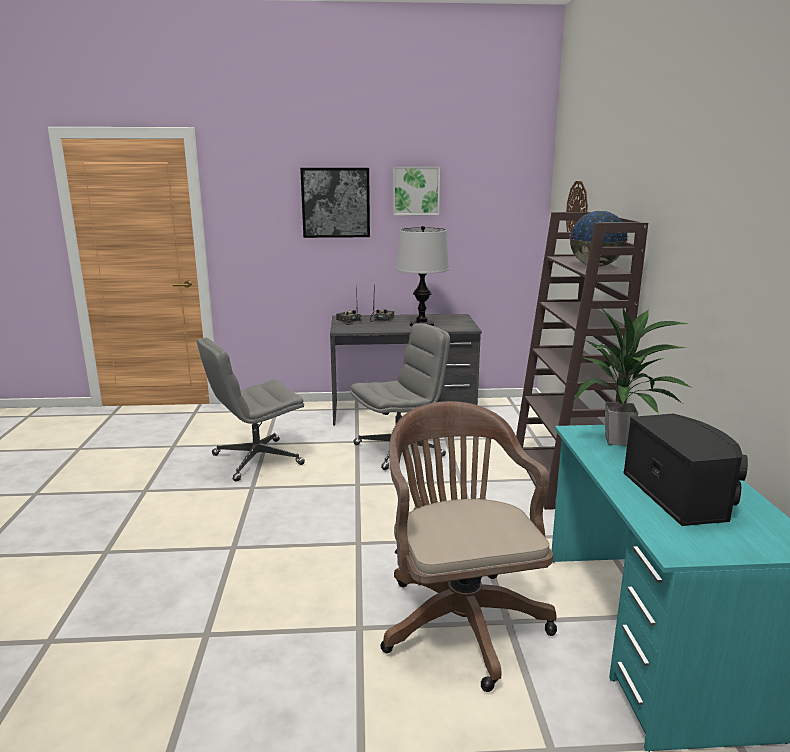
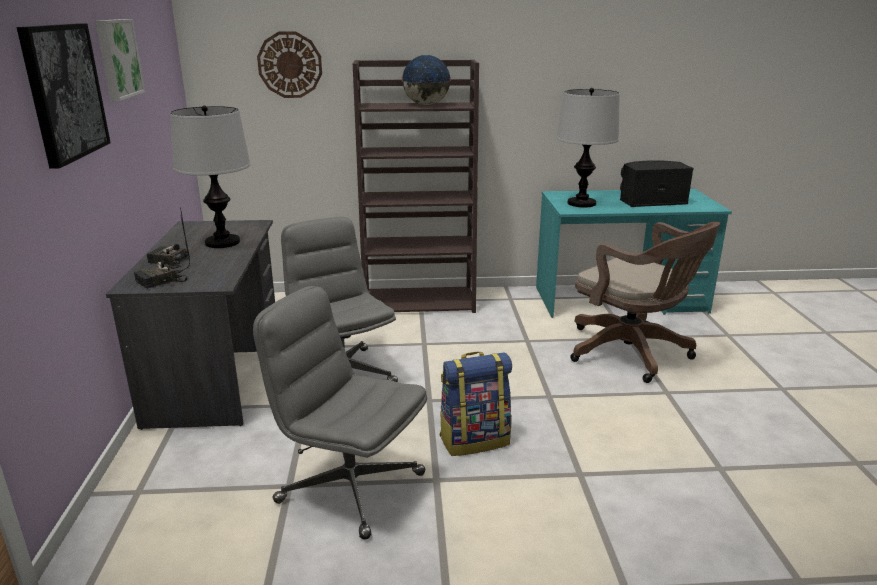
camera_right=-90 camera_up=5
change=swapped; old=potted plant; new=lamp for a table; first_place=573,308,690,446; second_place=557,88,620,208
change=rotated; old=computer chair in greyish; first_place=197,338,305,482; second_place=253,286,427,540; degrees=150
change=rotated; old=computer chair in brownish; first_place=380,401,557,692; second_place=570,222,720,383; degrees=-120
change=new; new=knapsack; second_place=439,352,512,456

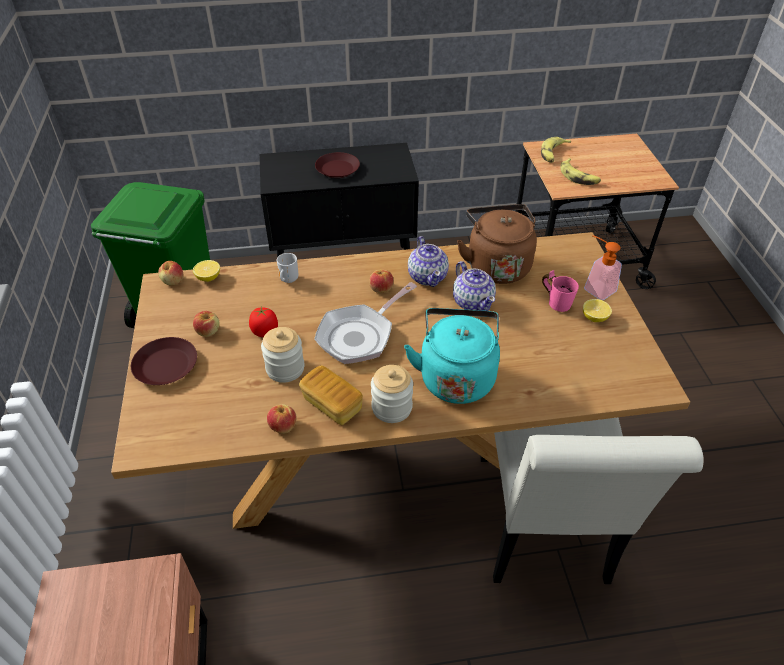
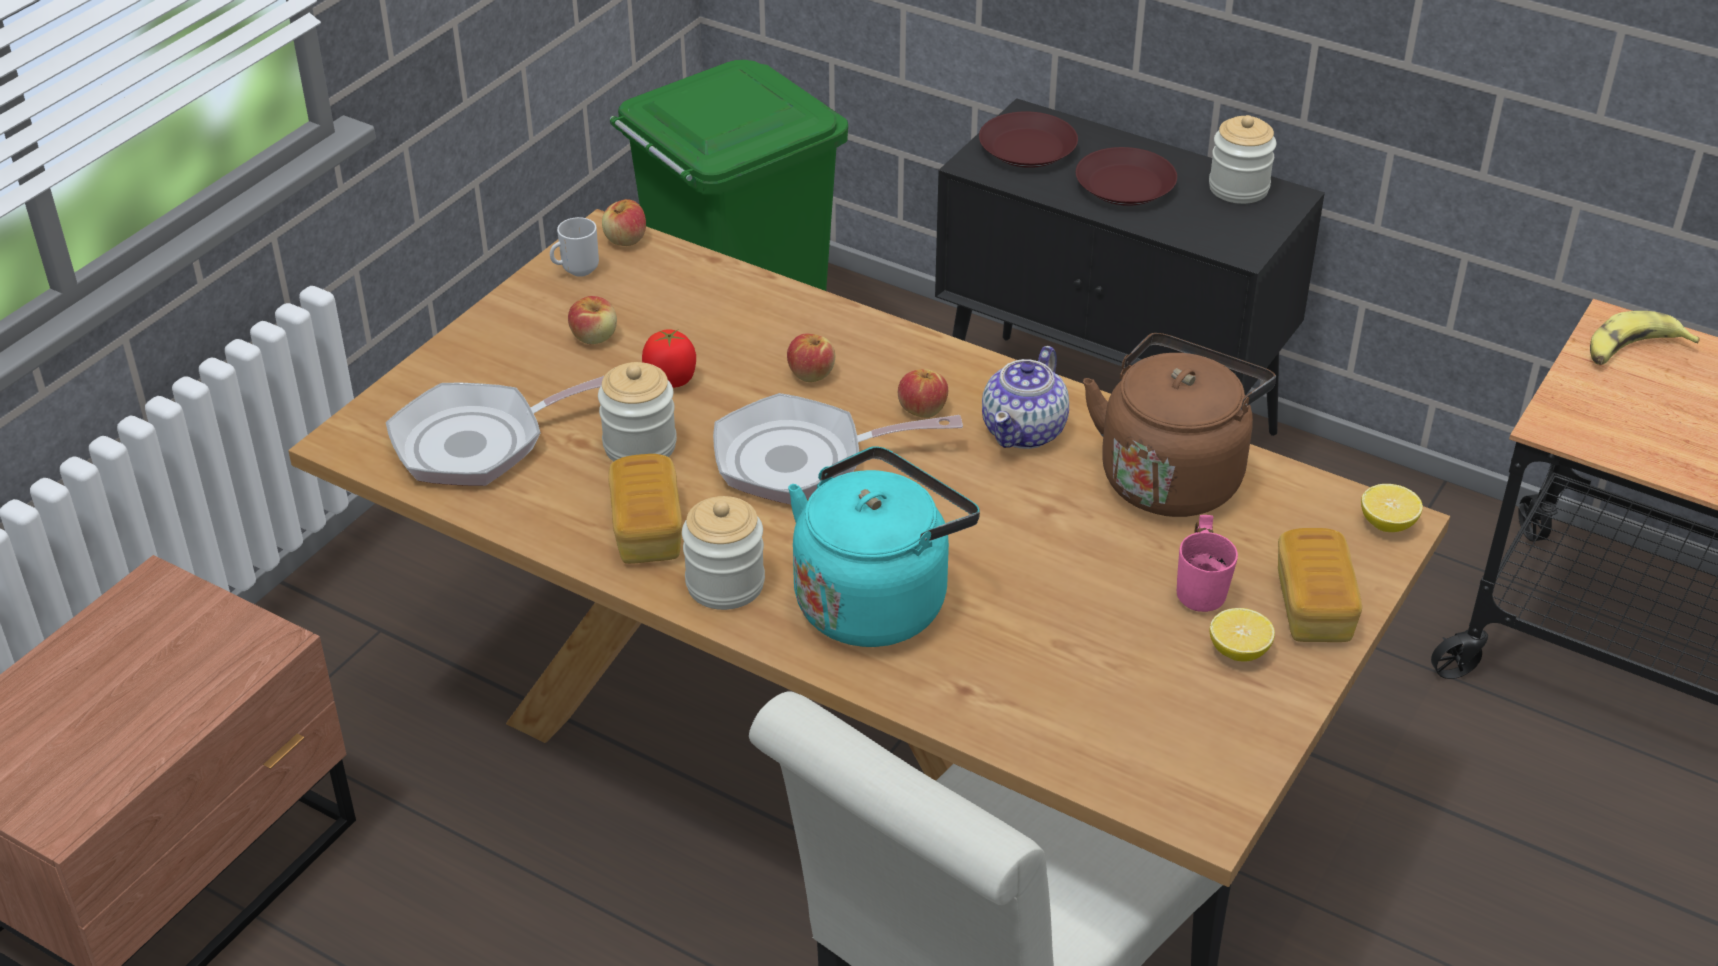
camera_right=40 camera_up=-5
change=gone; old=banana fruit; first_place=560,158,601,185
change=swapped; old=soap bottle; new=bread; first_place=584,235,622,300; second_place=1278,528,1362,642
change=shifted; old=tea mug; first_place=277,253,299,283; second_place=550,217,599,277
change=shifted; old=lemon; first_place=193,260,220,282; second_place=1361,484,1423,532
change=gone; old=teapot; first_place=453,261,496,311
change=shifted; old=plate in brownish; first_place=131,337,197,385; second_place=979,111,1078,168
change=shifted; old=whole apple; first_place=267,404,297,434; second_place=787,333,835,382
change=new; new=storage jar; second_place=1209,115,1276,204
change=new; new=pan; second_place=386,376,604,486

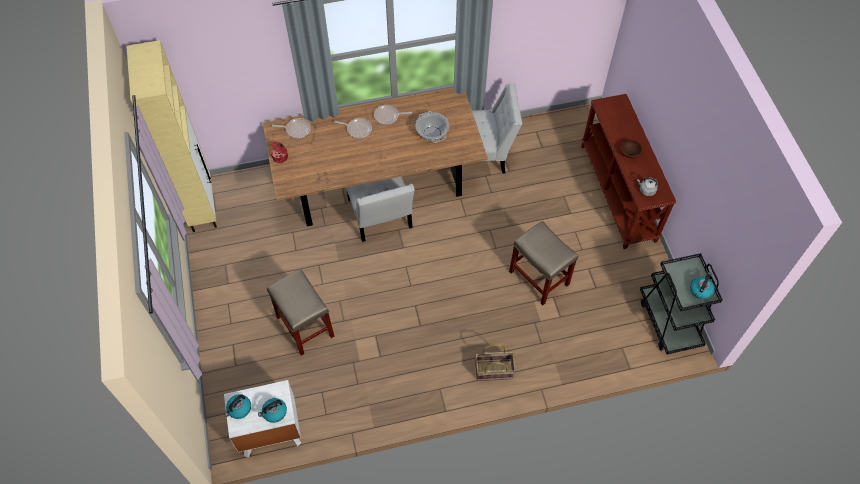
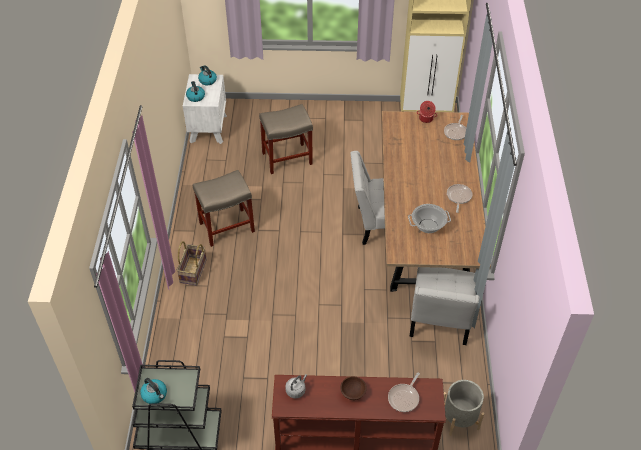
camera_right=105 camera_up=-10
change=shifted; old=pan; first_place=335,118,372,138; second_place=388,372,420,412
change=shifted; old=sitting stool in sand-coloured; first_place=509,221,578,305; second_place=193,170,255,247
change=new; new=flower pot in greyish; second_place=444,380,484,436

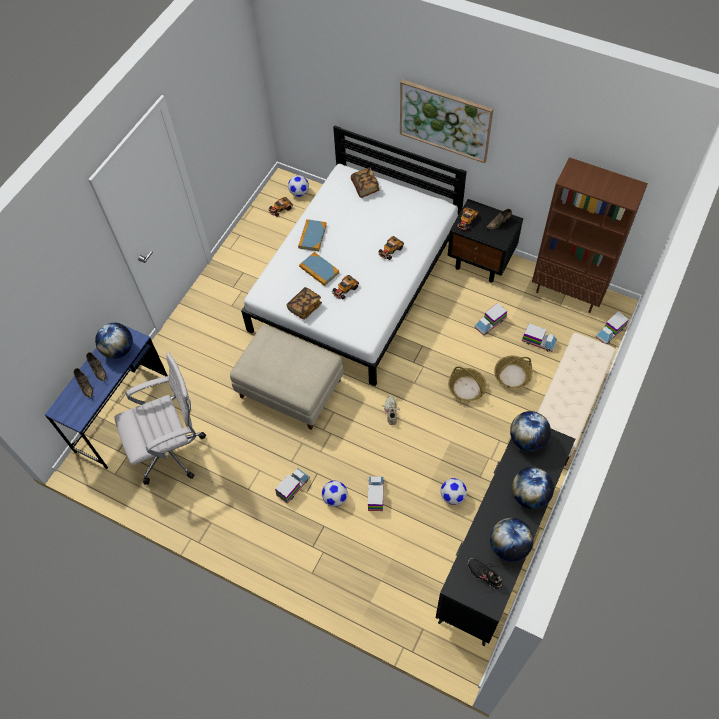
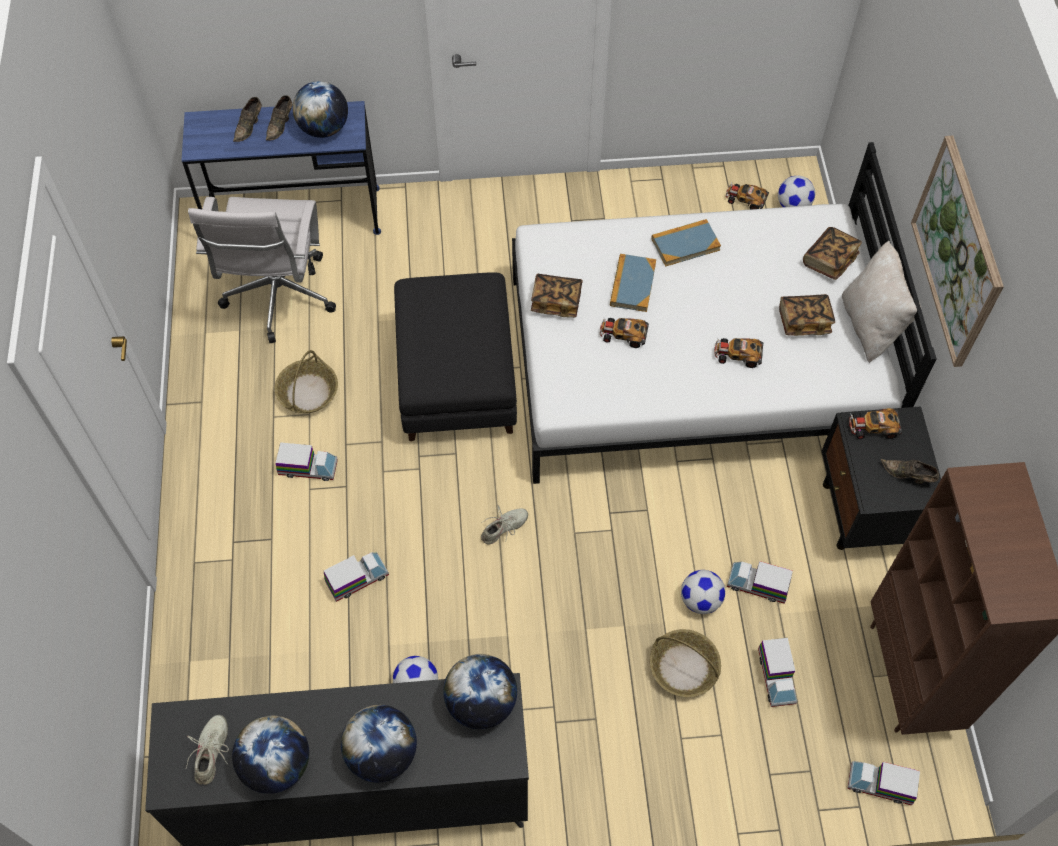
camera_right=55 camera_up=0
change=repainted; old=ottoman in sand-coloured; new=ottoman in black; first_place=230,325,344,430; second_place=394,272,517,441
change=gone; old=indoor bench in sand-coloured; first_place=538,333,616,466
change=rotated; old=computer chair in white-coloured; first_place=114,352,206,485; second_place=188,197,336,343; degrees=60
change=shifted; old=household basket; first_place=448,367,487,402; second_place=275,350,338,413
change=shifted; old=football; first_place=322,481,348,507; second_place=681,570,725,614
change=repainted; old=shoe in black; new=shoe in sand-coloured; first_place=468,558,503,589; second_place=186,715,229,785
change=new; new=cushion in sand-coloured; second_place=842,241,921,363
change=new; new=bound book; second_place=779,294,835,336

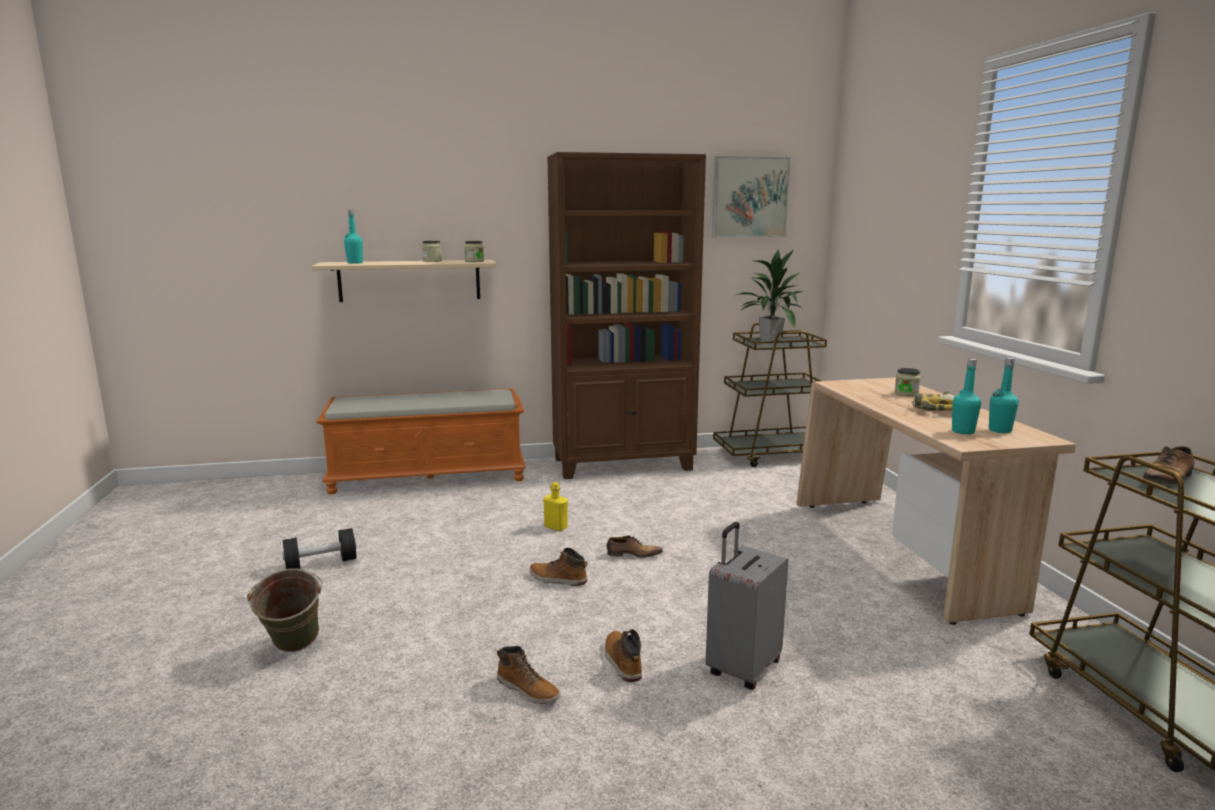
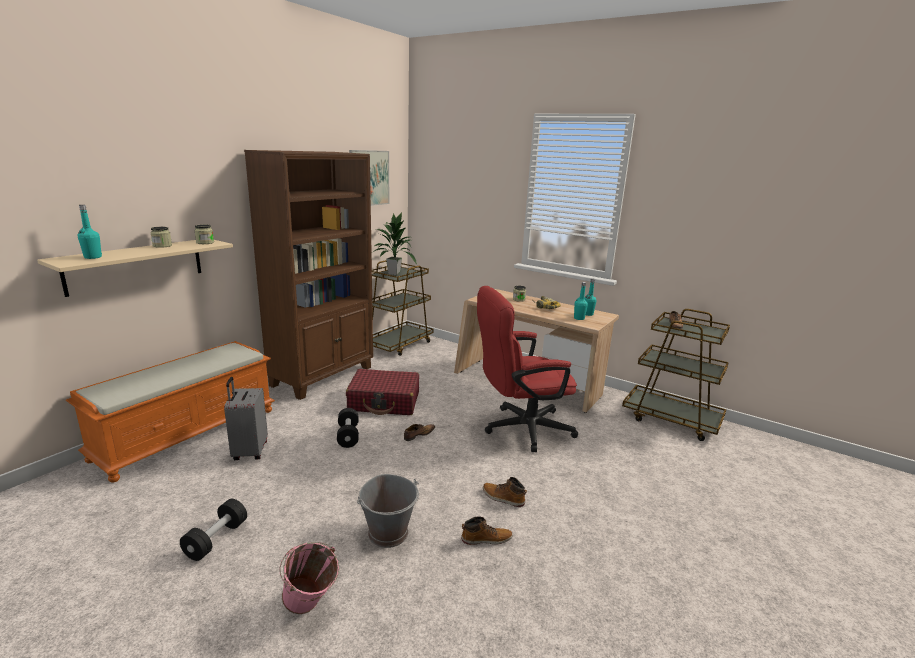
camera_right=-45 camera_up=5
change=swapped; old=bottle in yellowish; new=free weight in black; first_place=543,482,568,531; second_place=337,408,359,448
change=shifted; old=piece of luggage in greyish; first_place=705,522,788,690; second_place=224,377,268,460
change=gone; old=high-top boot; first_place=530,548,588,586
change=repainted; old=pail in greenish; new=pail in pink-coloured; first_place=247,568,322,652; second_place=280,542,339,614
change=new; new=computer chair in red; second_place=477,286,578,452
change=new; new=piece of luggage in red; second_place=346,369,419,415
change=new; new=pail in greyish; second_place=357,474,419,548

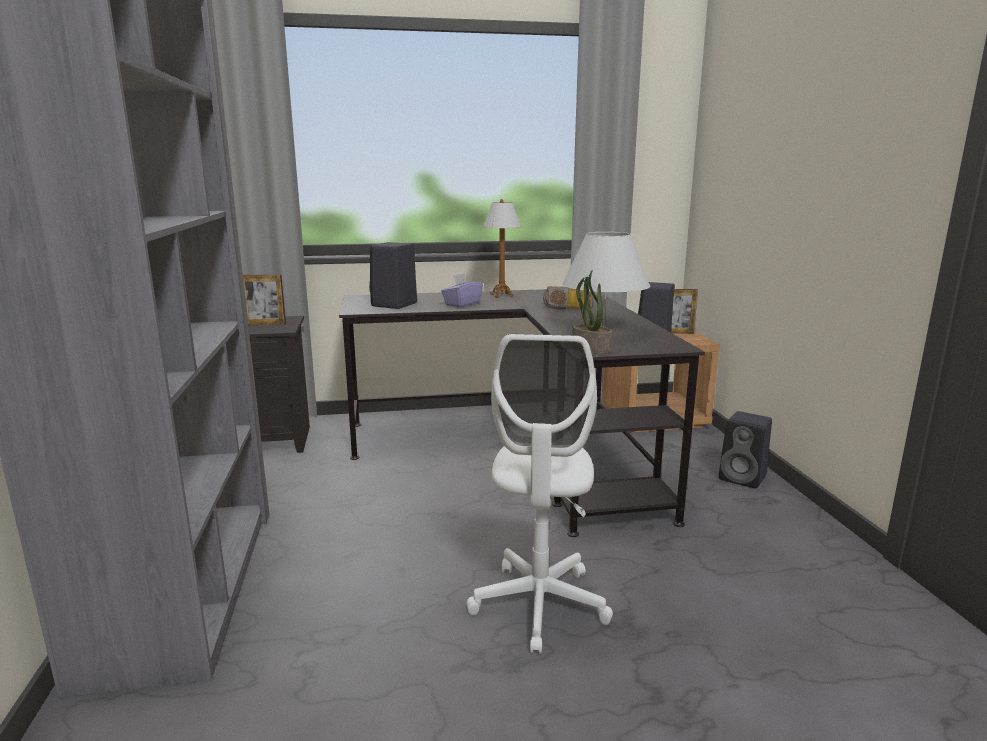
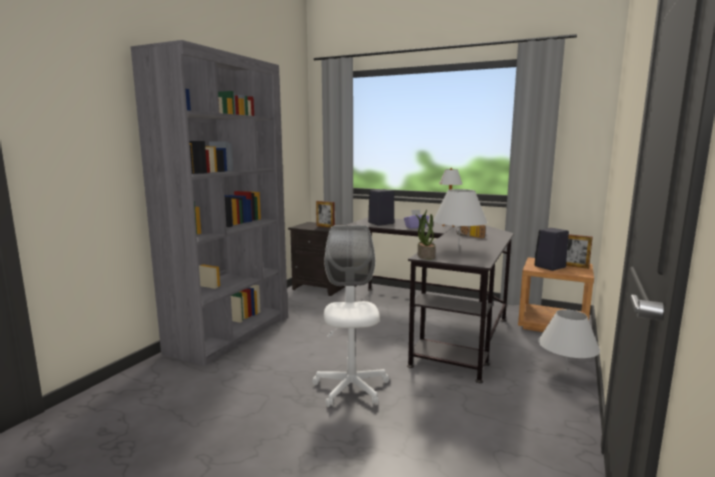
camera_right=35 camera_up=-5
change=rotated; old=computer chair in white-coloured; first_place=466,334,613,654; second_place=312,225,389,407; degrees=135
change=swapped; old=speaker in black; new=lamp for a table in white-coloured; first_place=719,411,772,489; second_place=538,309,600,373

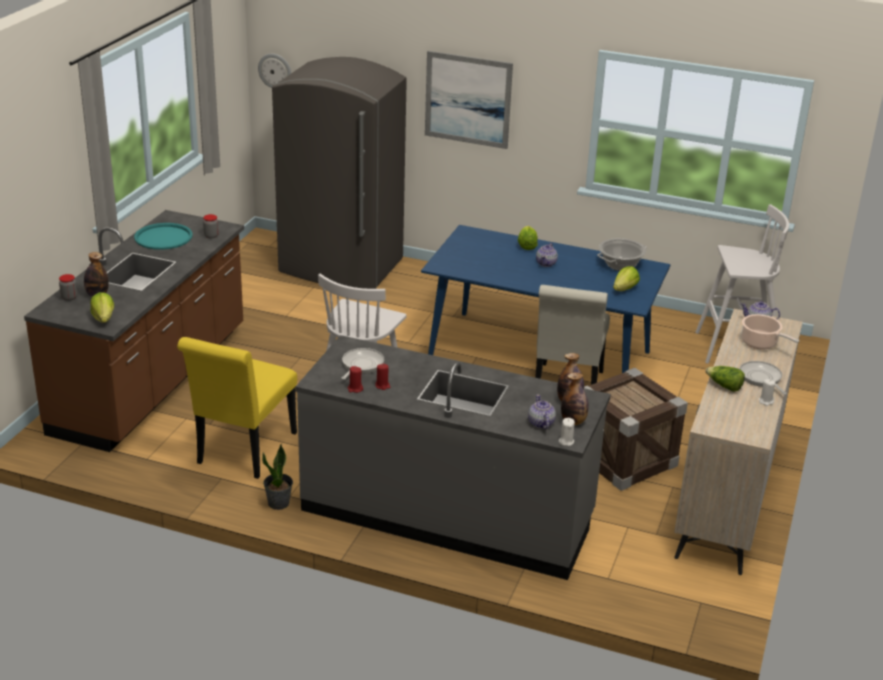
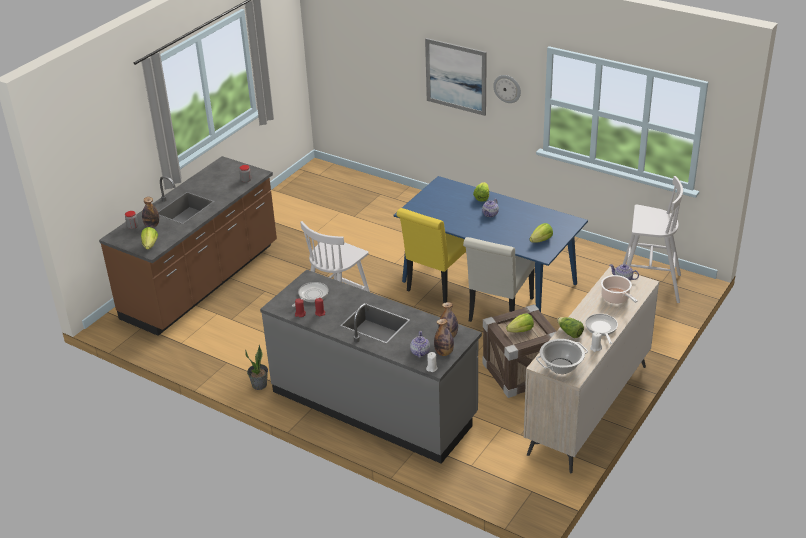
camera_right=15 camera_up=5
change=shifted; old=clock on the wall; first_place=258,54,291,88; second_place=493,75,521,103
change=gone; old=fridge in greyish; first_place=272,57,407,289
change=gone; old=tray in turquoise-coloured; first_place=134,223,193,250
change=shifted; old=stockpot; first_place=597,238,647,271; second_place=536,339,588,374
change=shifted; old=upright chair in yellowish; first_place=177,337,297,479; second_place=396,208,466,303
change=new; new=lettuce; second_place=506,314,534,333

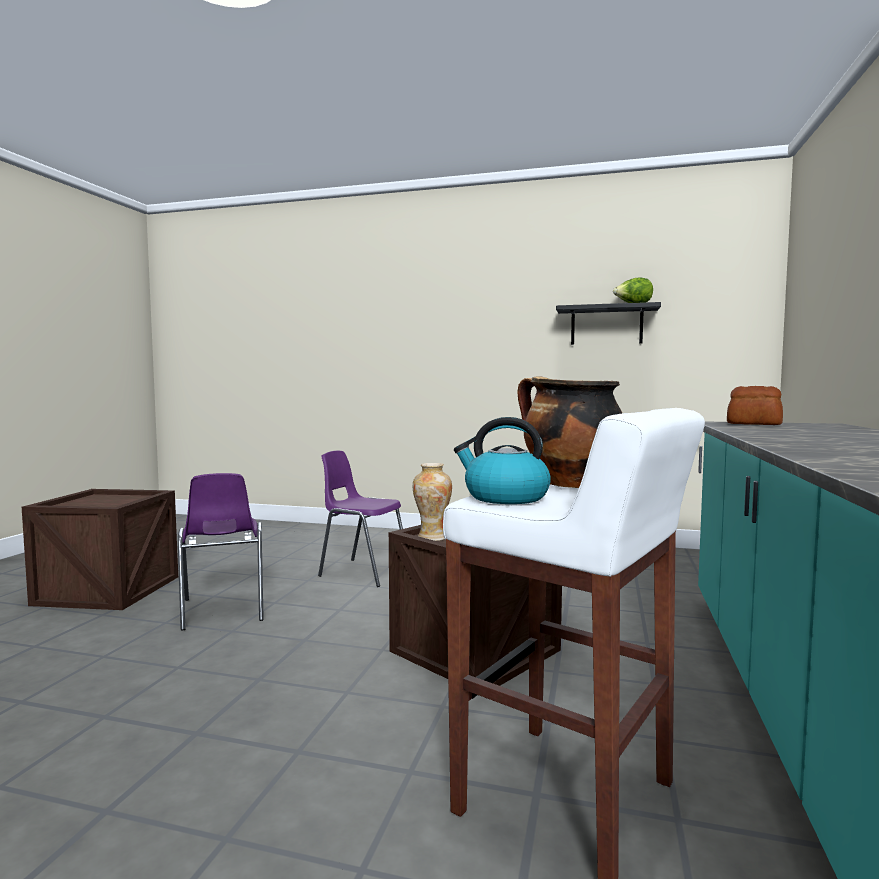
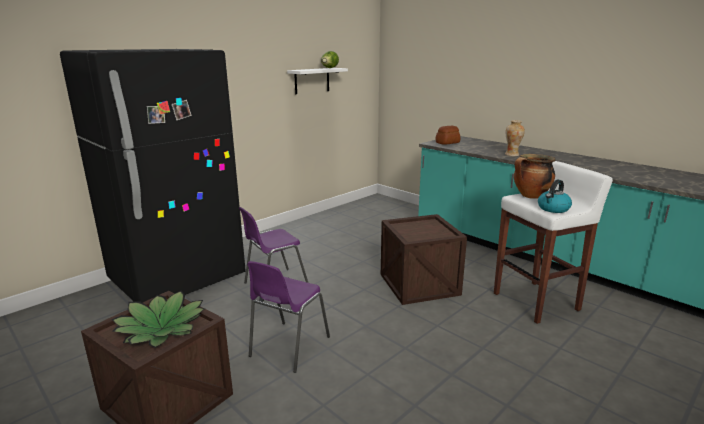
camera_right=-60 camera_up=15
change=repainted; old=wall shelf in black; new=wall shelf in white-coloured; first_place=556,302,661,345; second_place=287,68,348,94
change=shifted; old=vase; first_place=413,463,452,541; second_place=505,120,525,156
change=rotated; old=upright chair in purple; first_place=178,473,264,631; second_place=247,261,330,373; degrees=105
change=new; new=fridge in black; second_place=60,49,246,303
change=new; new=potted plant; second_place=111,290,205,348

